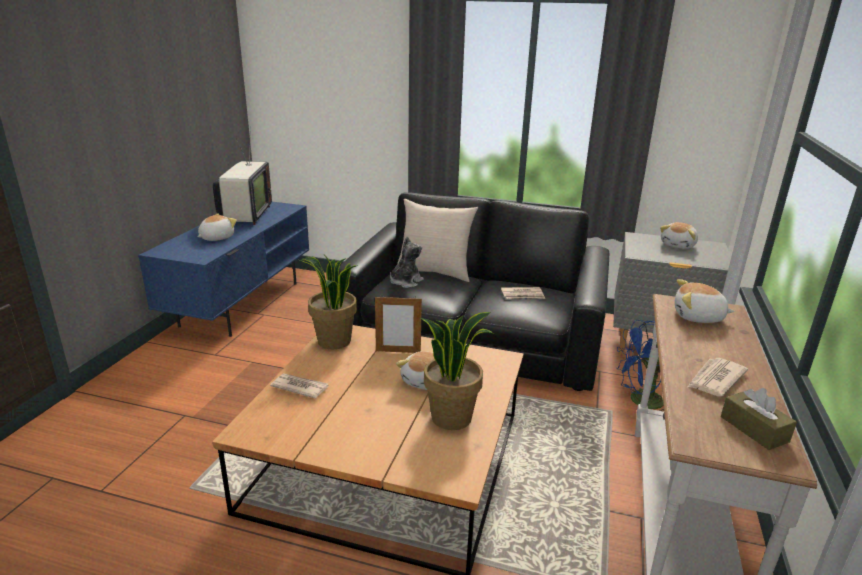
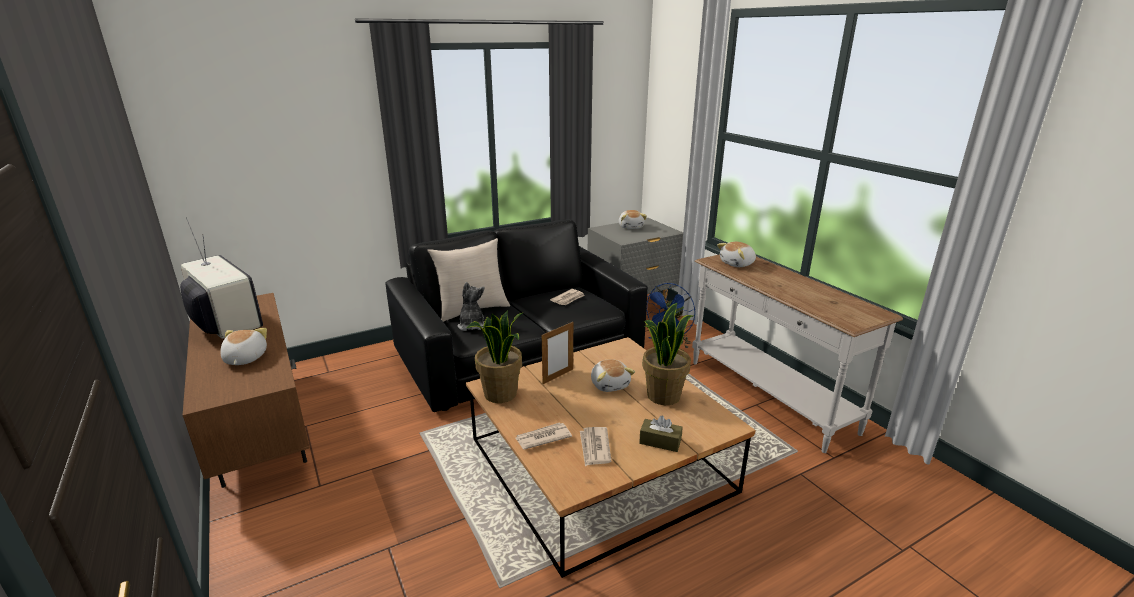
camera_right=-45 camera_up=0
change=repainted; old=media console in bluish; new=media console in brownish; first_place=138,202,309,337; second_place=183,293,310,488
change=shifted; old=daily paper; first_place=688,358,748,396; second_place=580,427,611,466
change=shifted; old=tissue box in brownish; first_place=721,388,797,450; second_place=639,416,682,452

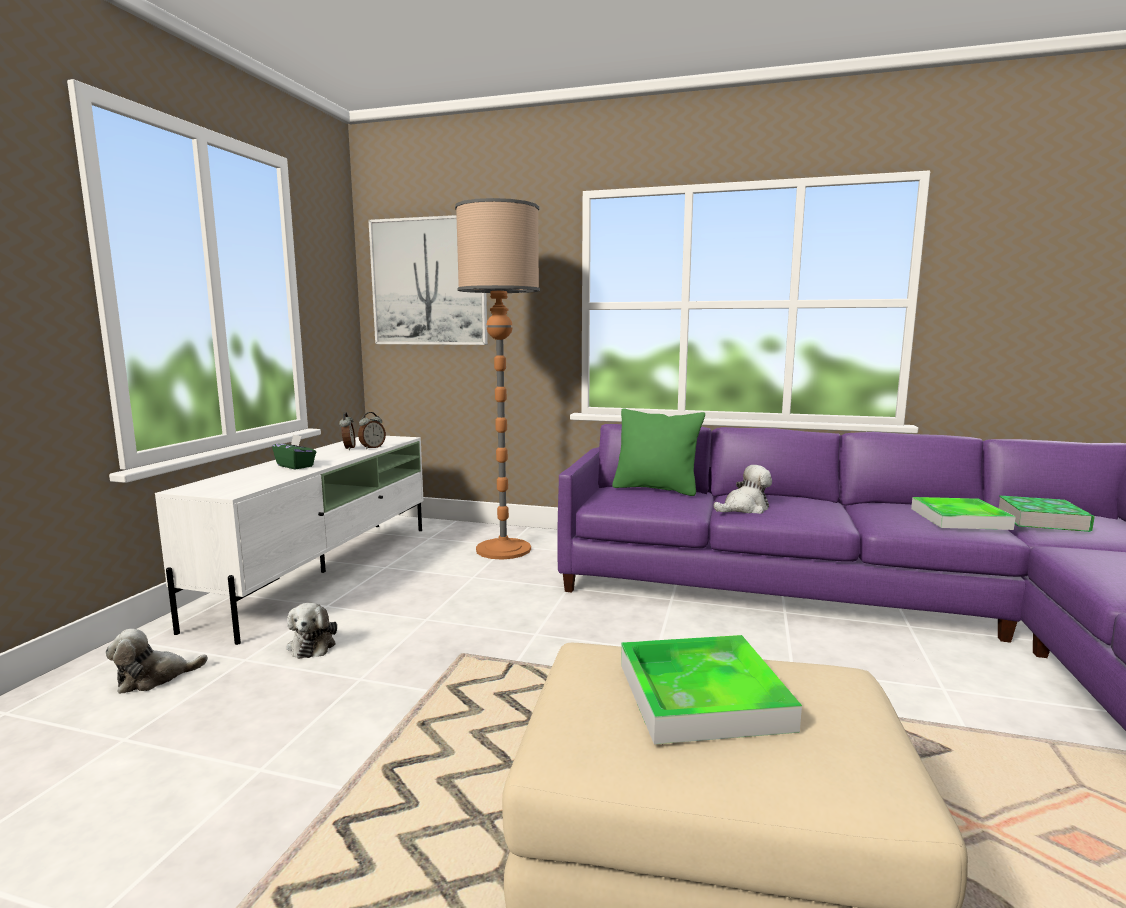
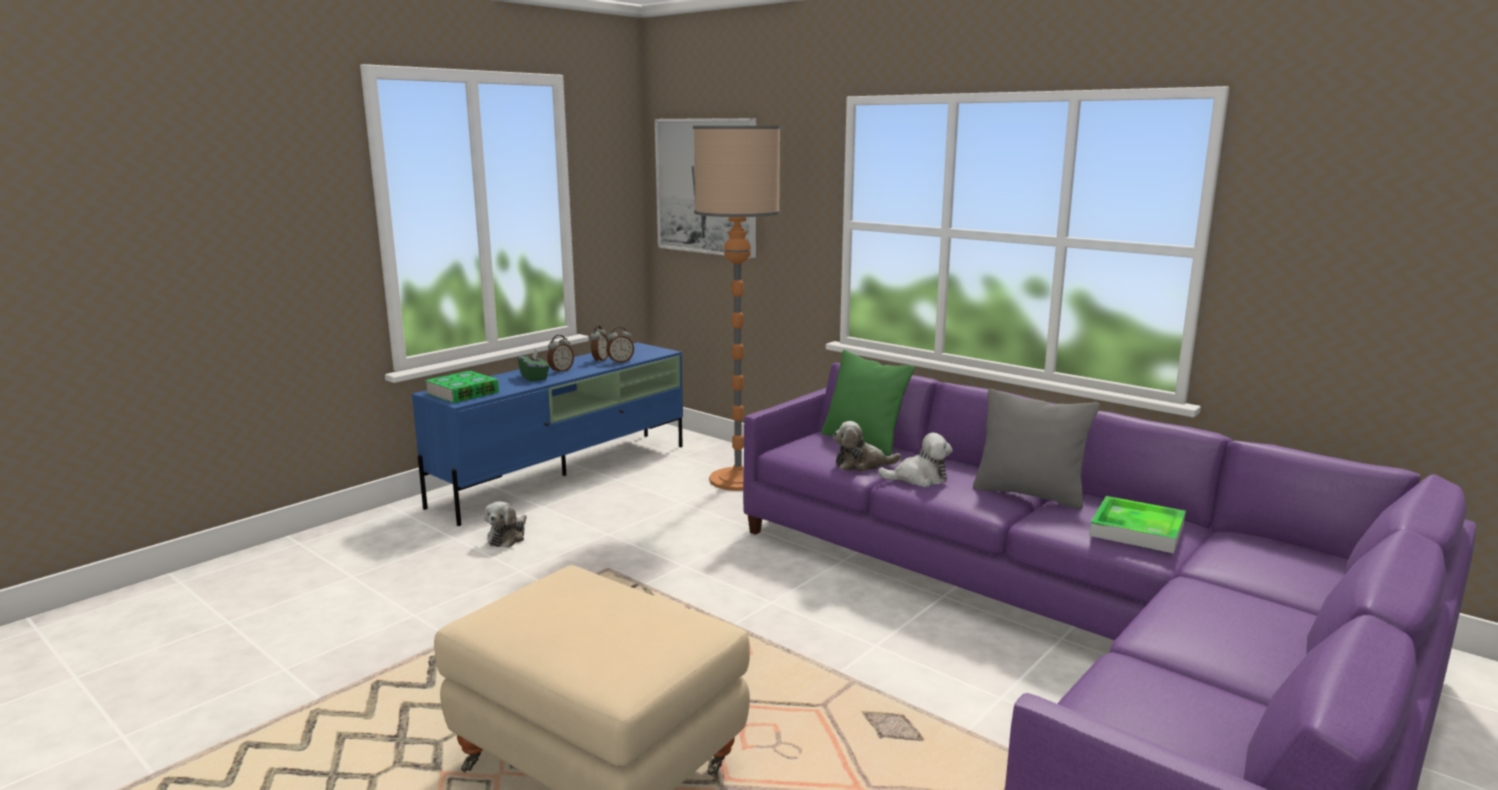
camera_right=25 camera_up=5
change=repainted; old=media console in white-coloured; new=media console in bluish; first_place=155,436,423,645; second_place=412,343,683,526
change=shifted; old=bound book; first_place=999,495,1095,532; second_place=425,371,499,403
change=shifted; old=plush toy; first_place=105,629,208,694; second_place=833,421,901,472
change=gone; old=tray; first_place=621,635,802,744
change=new; new=bedside clock; second_place=547,335,574,373
change=new; new=cushion in greyish; second_place=973,389,1100,509

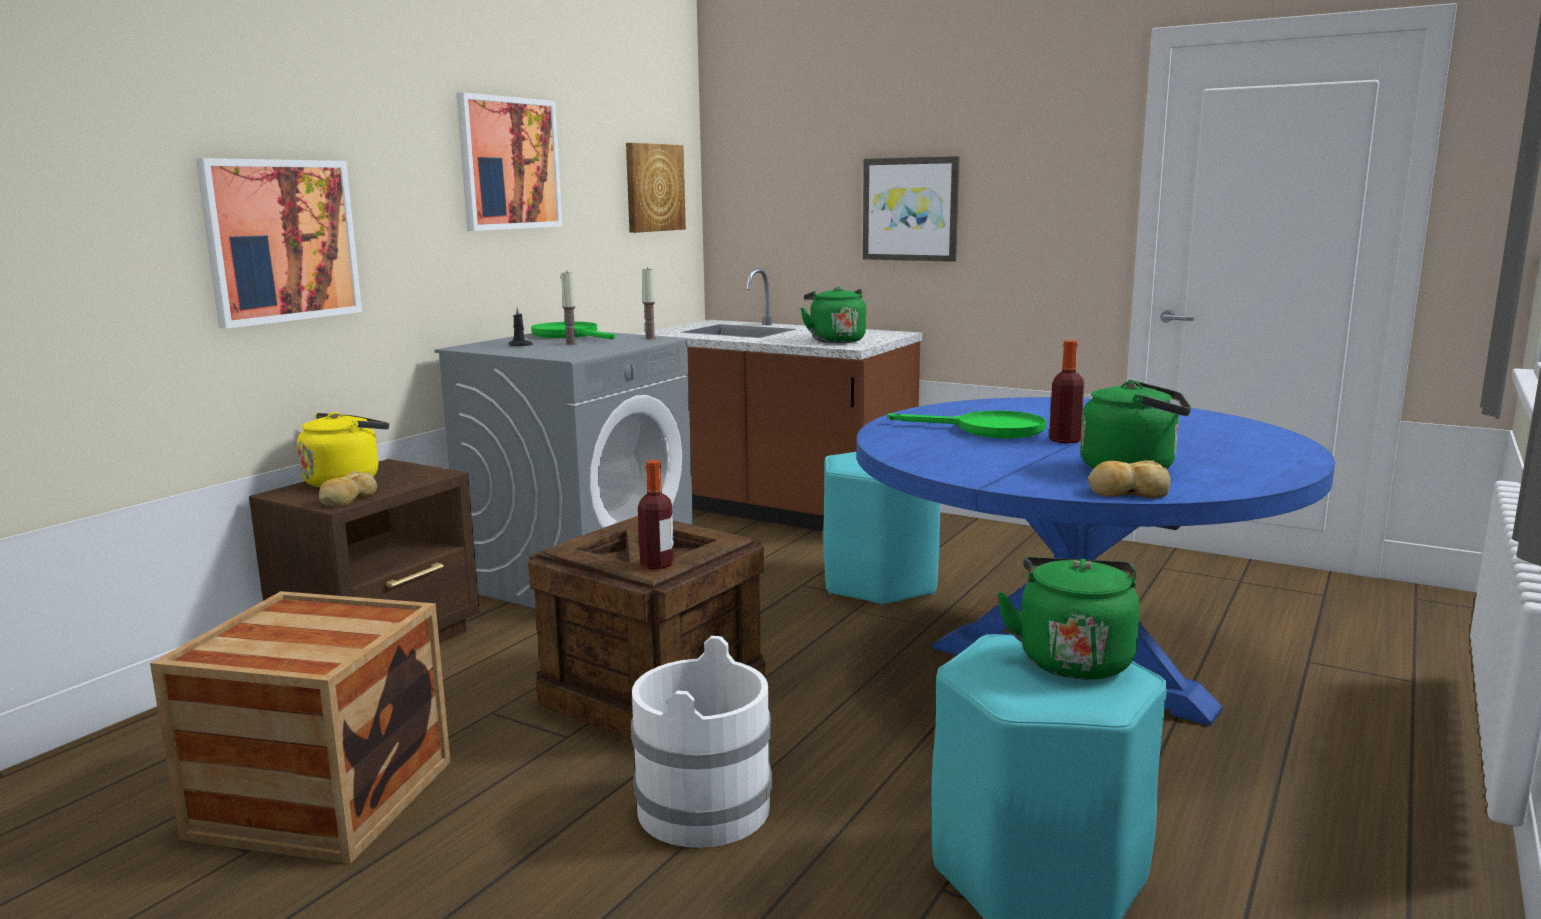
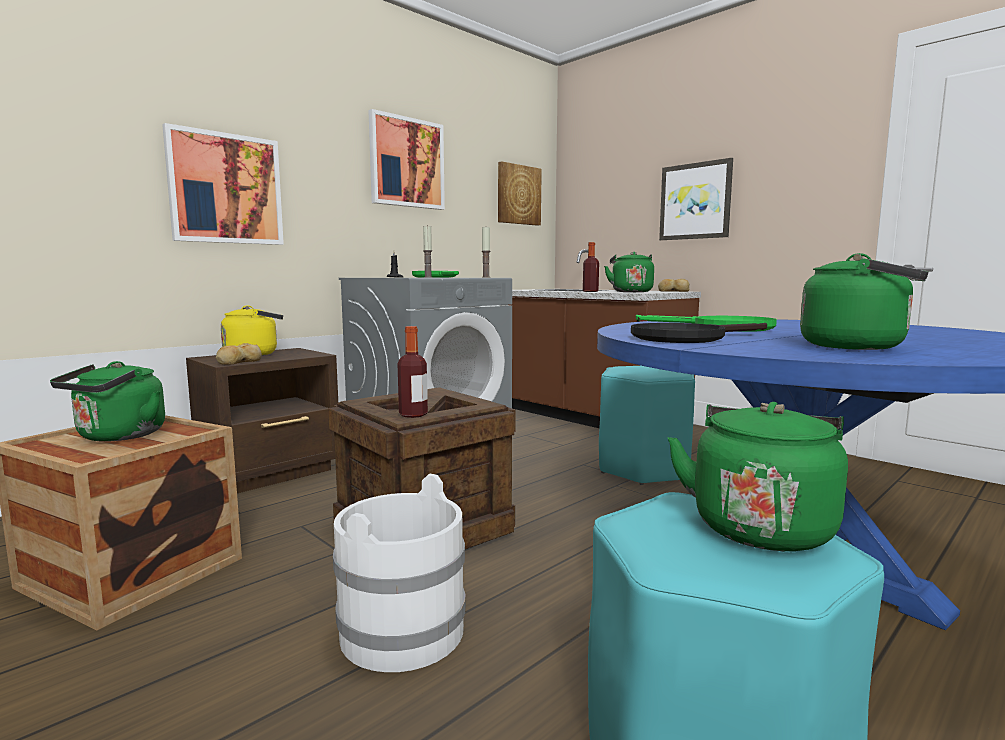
camera_right=15 camera_up=-5
change=shifted; old=bottle; first_place=1049,340,1084,443; second_place=583,242,599,292
change=shifted; old=bread; first_place=1088,460,1171,498; second_place=658,279,689,292
change=new; new=pan in black; second_place=631,323,767,343
change=new; new=water kettle in greenish; second_place=50,361,165,442

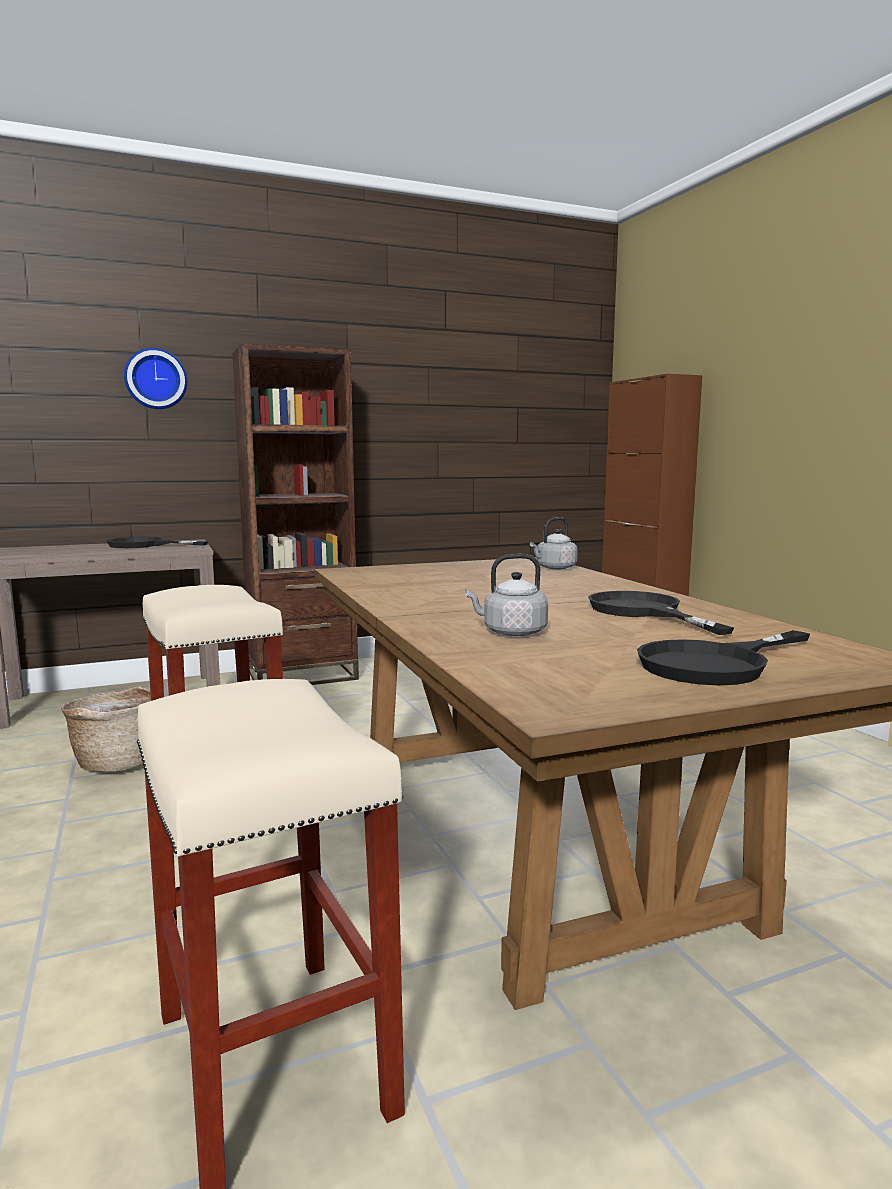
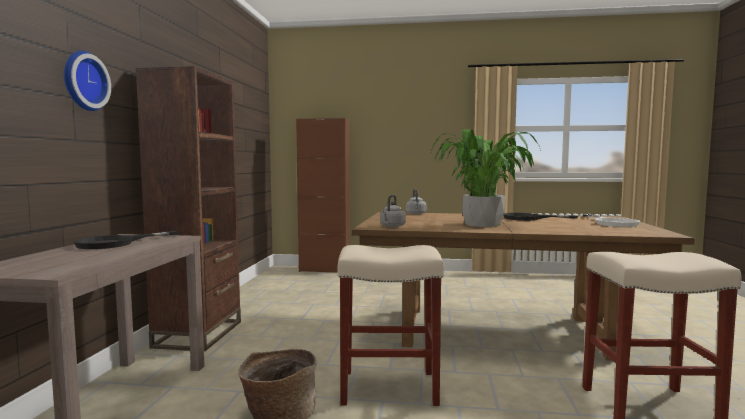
camera_right=-60 camera_up=-5
change=shifted; old=water kettle in greyish; first_place=465,554,548,636; second_place=380,195,406,227
change=repainted; old=pan in black; new=pan in white-coloured; first_place=637,630,810,685; second_place=583,214,640,227
change=new; new=potted plant; second_place=431,129,541,227

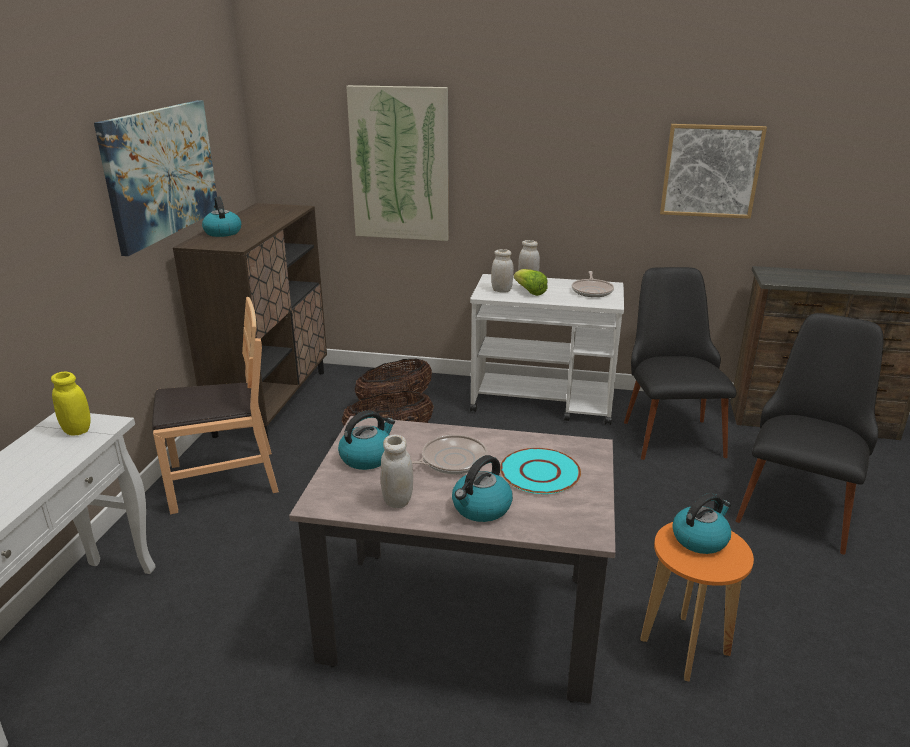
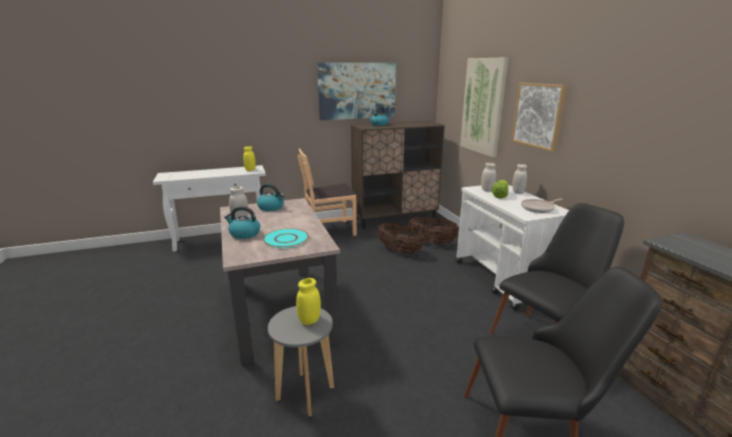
camera_right=60 camera_up=-5
change=shifted; old=wall picture; first_place=660,124,767,219; second_place=511,82,567,152
change=rotated; old=upright chair in brownish; first_place=152,297,279,514; second_place=298,148,357,236; degrees=120
change=gone; old=pan; first_place=412,435,488,474
change=swapped; old=water kettle; new=storage jar in yellowish; first_place=672,493,731,554; second_place=296,278,321,325
change=repainted; old=sitting stool in orange-coloured; new=sitting stool in greyish; first_place=641,522,754,681; second_place=268,306,334,416

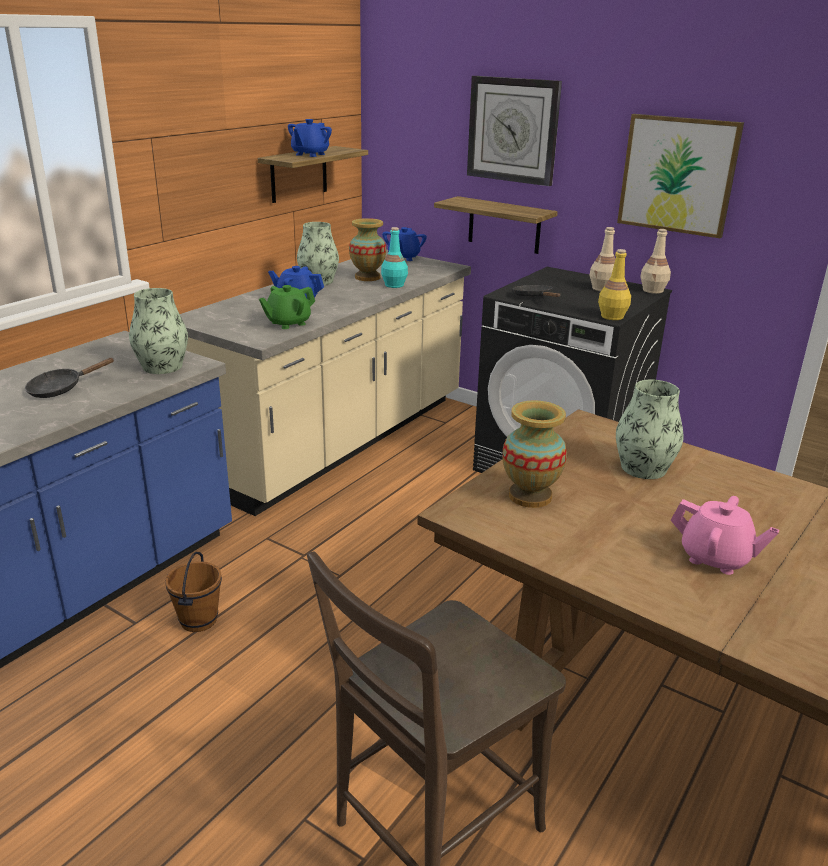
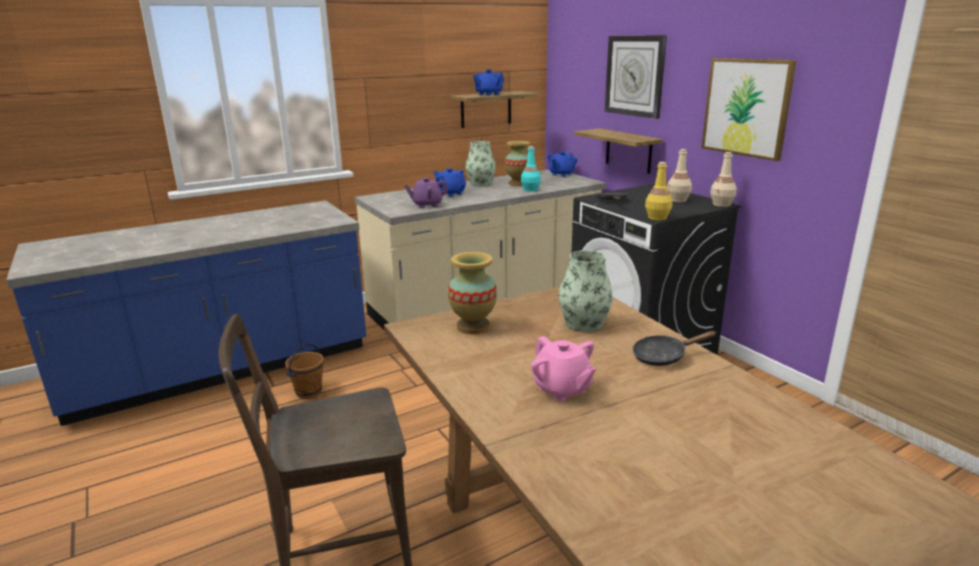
camera_right=25 camera_up=-5
change=repainted; old=teapot in greenish; new=teapot in purple; first_place=259,285,315,329; second_place=404,178,448,208
change=gone; old=vase; first_place=129,288,188,374
change=shifted; old=pan in black; first_place=25,358,115,398; second_place=632,331,716,366

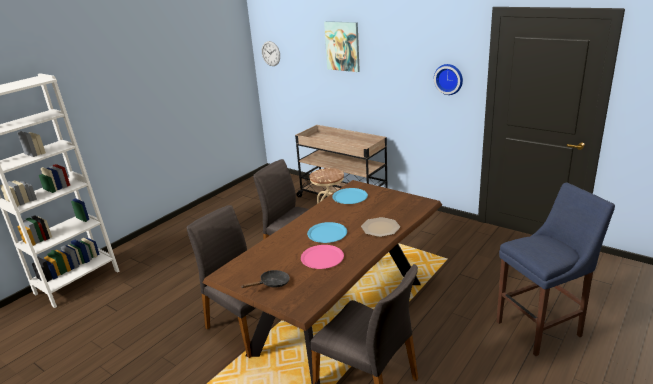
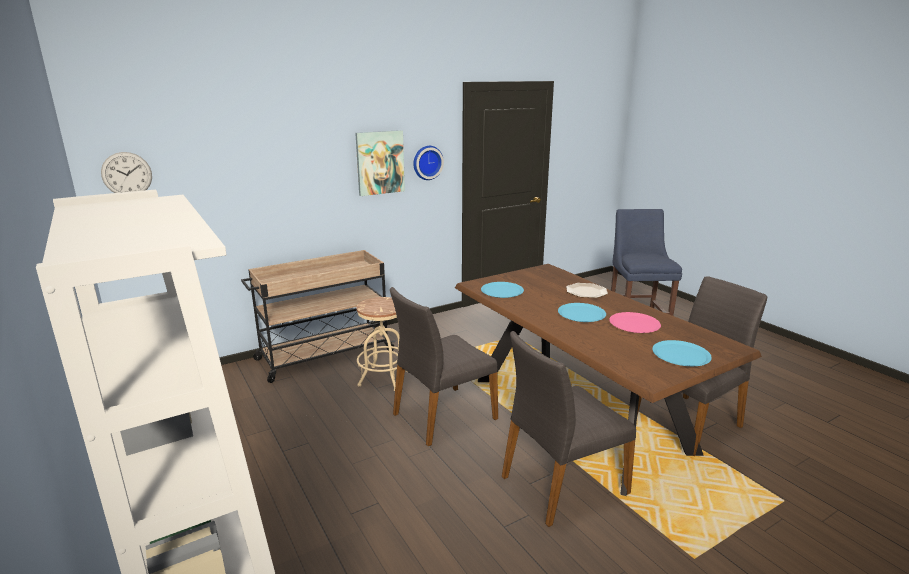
camera_right=-70 camera_up=-5
change=shifted; old=wall picture; first_place=324,21,360,72; second_place=355,130,405,196
change=swapped; old=pan in black; new=plate in bluish; first_place=241,270,290,288; second_place=652,340,712,366

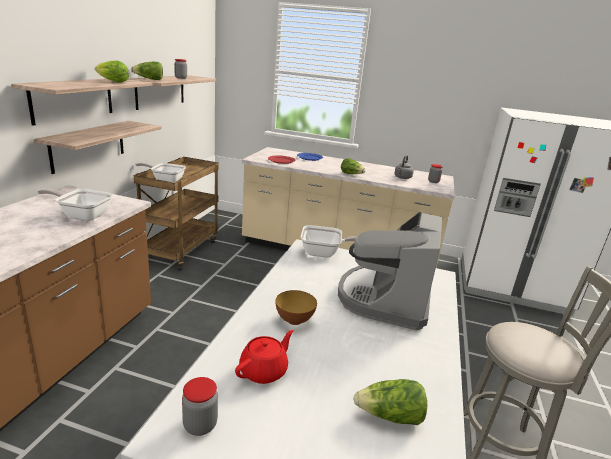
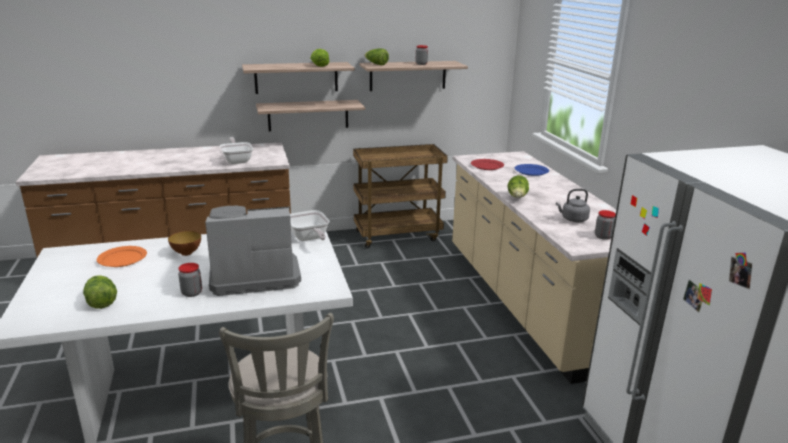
camera_right=60 camera_up=0
change=gone; old=pan; first_place=136,162,186,183
change=swapped; old=teapot in red; new=plate in orange-coloured; first_place=235,330,294,384; second_place=97,246,147,267
change=shifted; old=storage jar; first_place=182,377,218,436; second_place=178,263,202,297

